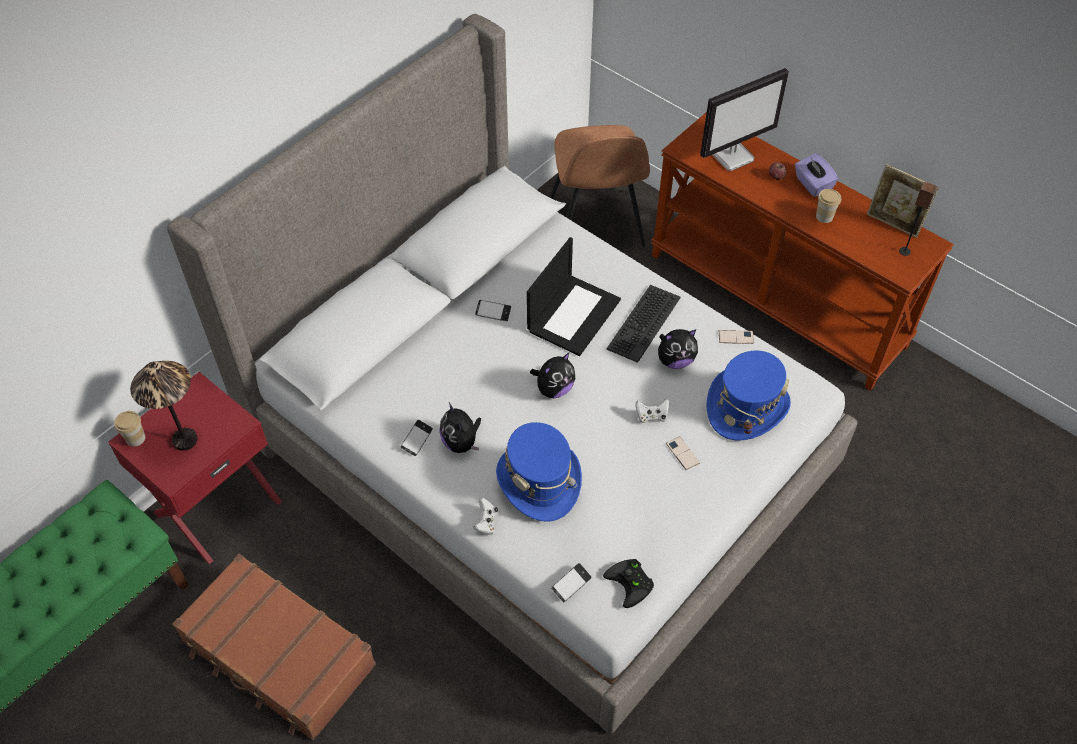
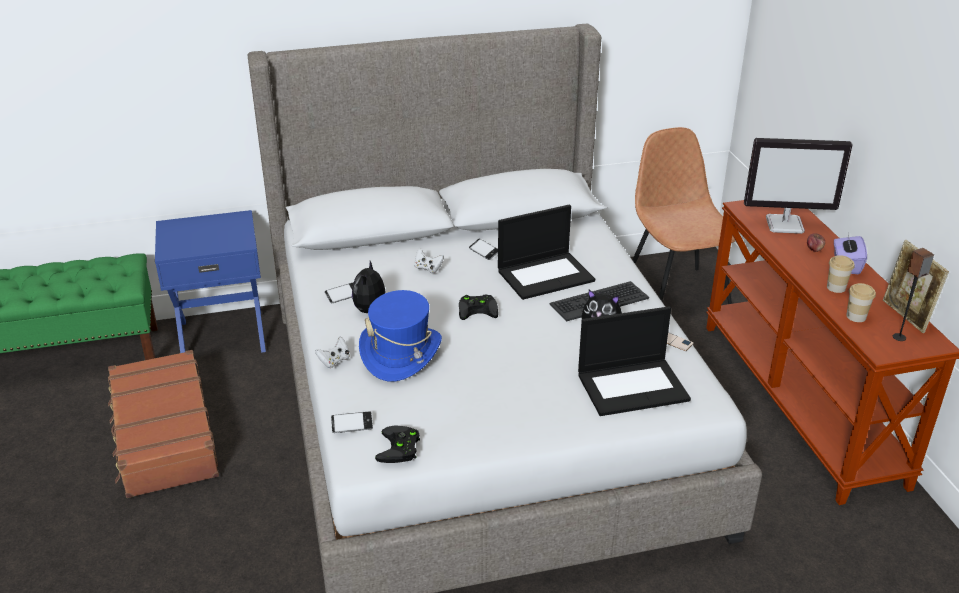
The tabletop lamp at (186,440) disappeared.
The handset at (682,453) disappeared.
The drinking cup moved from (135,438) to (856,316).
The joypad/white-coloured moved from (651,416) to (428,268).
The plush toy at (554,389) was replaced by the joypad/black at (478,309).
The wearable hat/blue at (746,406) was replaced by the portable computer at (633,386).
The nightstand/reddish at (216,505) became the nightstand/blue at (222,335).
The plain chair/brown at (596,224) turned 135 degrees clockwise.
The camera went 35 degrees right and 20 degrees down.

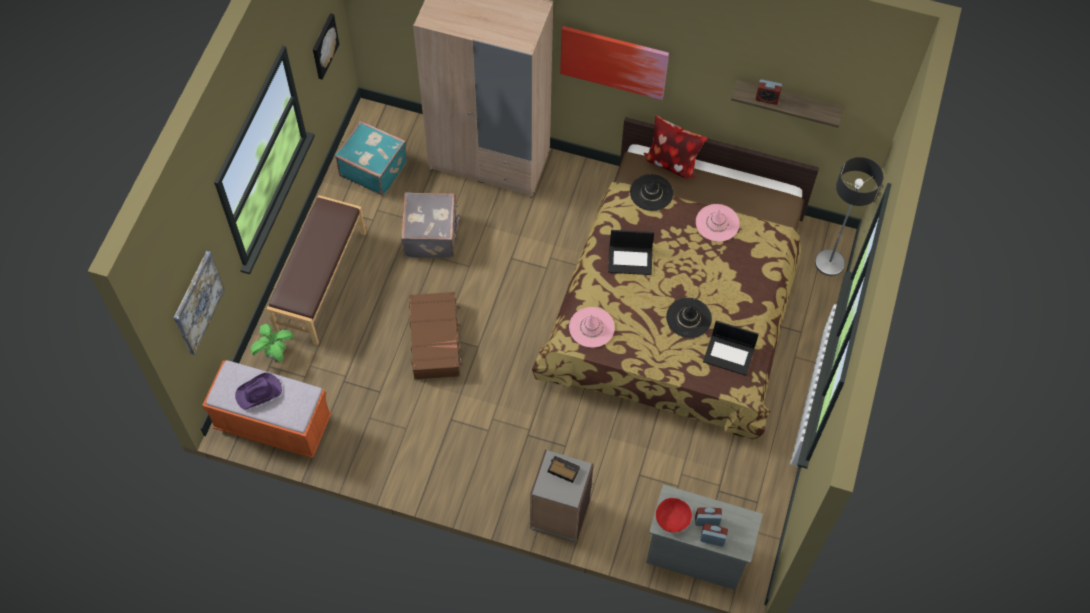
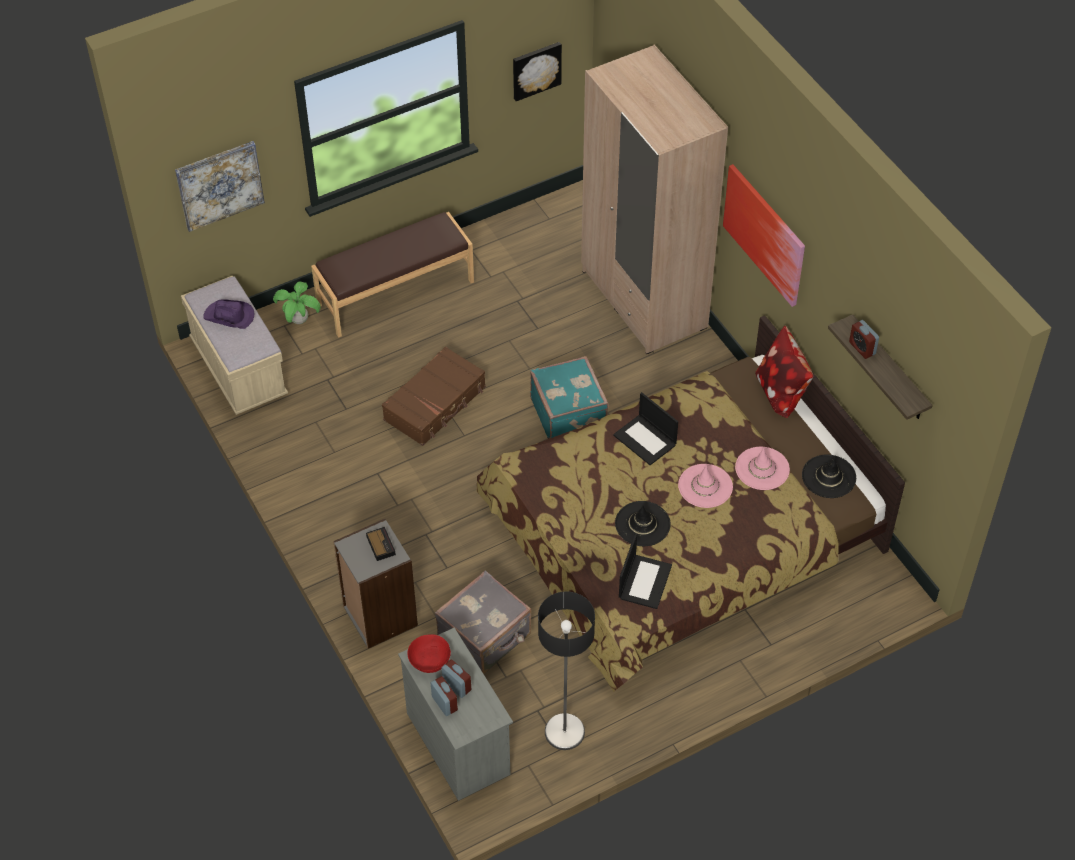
The suitcase/turquoise-coloured moved from (374,168) to (569,414).
The suitcase/greyish moved from (431,235) to (486,638).
The wearable hat/pink moved from (591,327) to (705,486).
The wearable hat/black moved from (651,192) to (828,476).
The floor lamp moved from (829,262) to (564,731).
The long seat/orangey at (273,424) became the long seat/beige-coloured at (239,369).
The portable computer at (729,355) turned 135 degrees counterclockwise.
The camera went 45 degrees right and 10 degrees down.

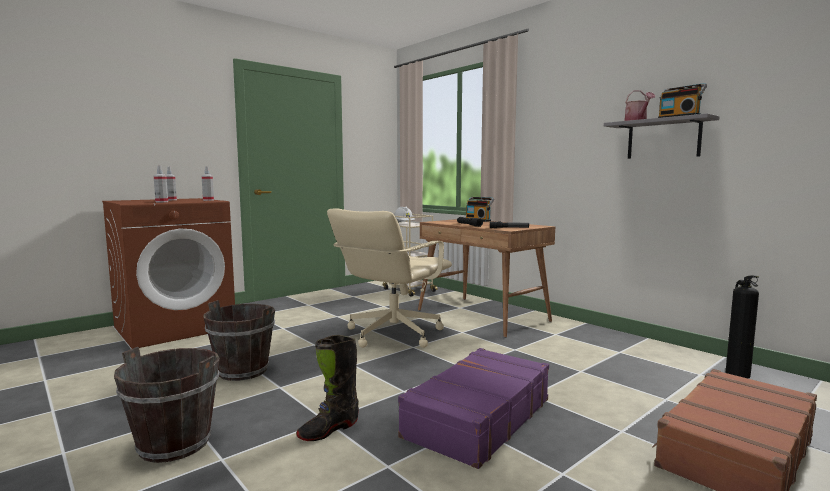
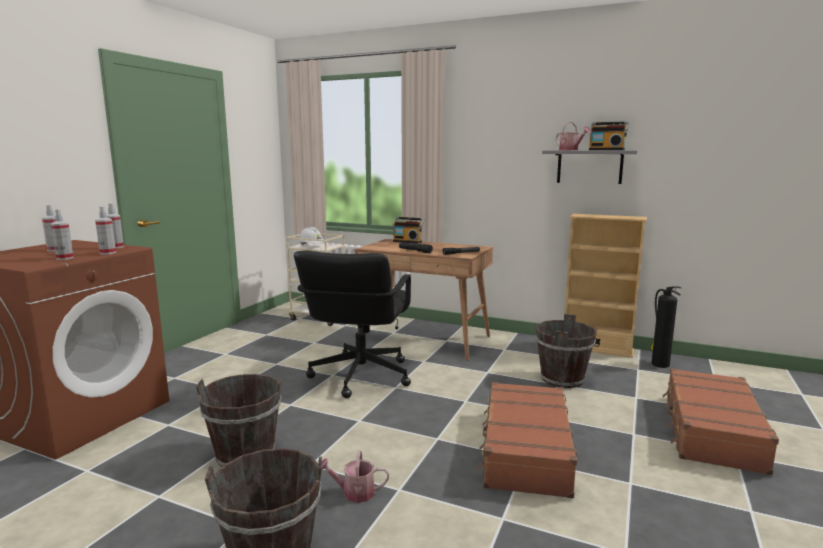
The boot/black at (329,430) disappeared.
The sprayer at (107,253) appeared.
The sprinkling can at (354,492) appeared.
The pail/brown at (562,379) appeared.
The bookcase/beige-coloured at (597,348) appeared.
The desk chair/beige-coloured at (392,334) became the desk chair/black at (360,376).
The suitcase/purple-coloured at (477,418) became the suitcase/brown at (525,450).
The camera went 25 degrees left and 5 degrees up.

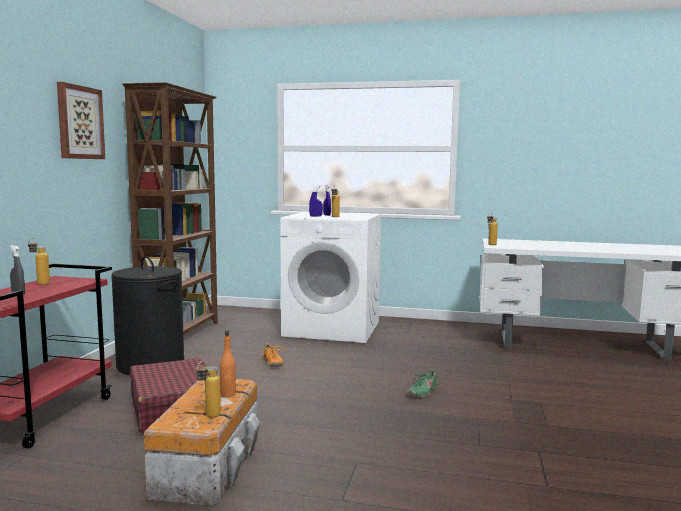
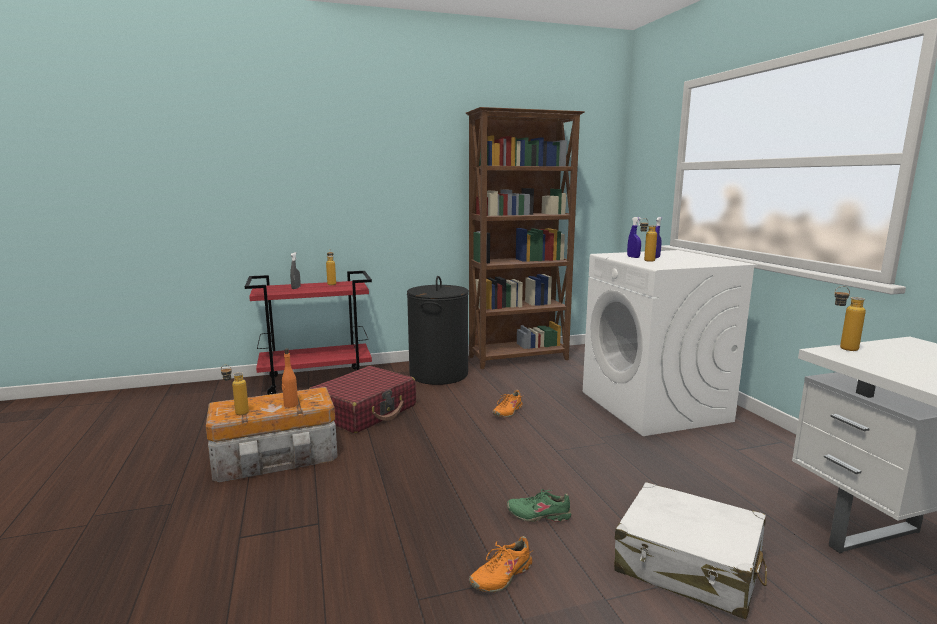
The picture at (79,122) disappeared.
The low shoe/orangey at (501,575) appeared.
The suitcase/white-coloured at (688,565) appeared.
The camera went 60 degrees right and 5 degrees up.

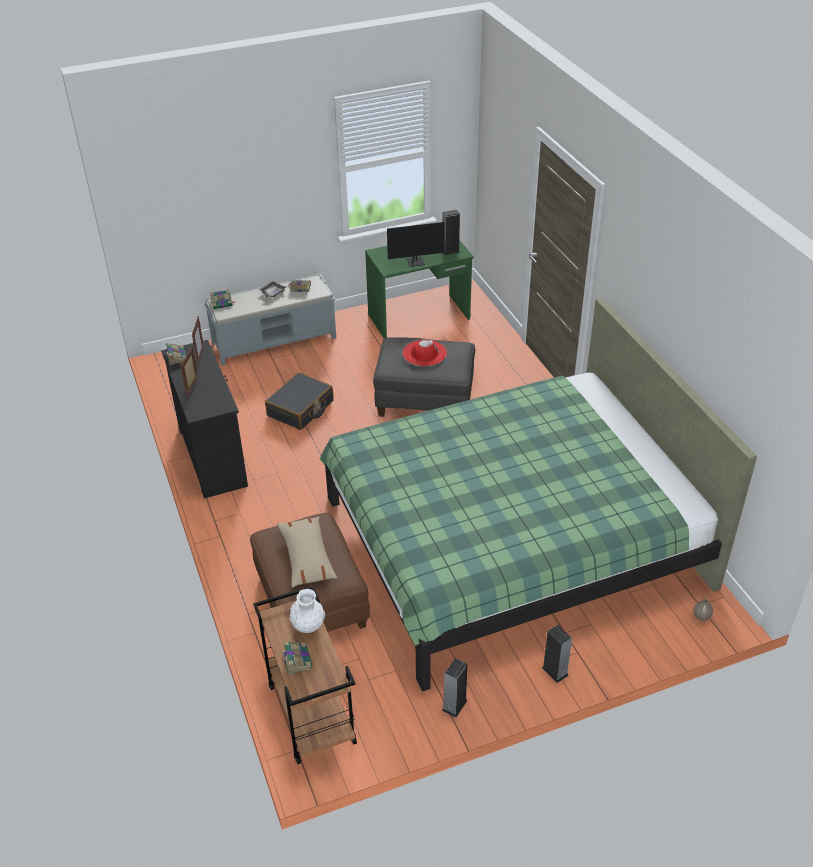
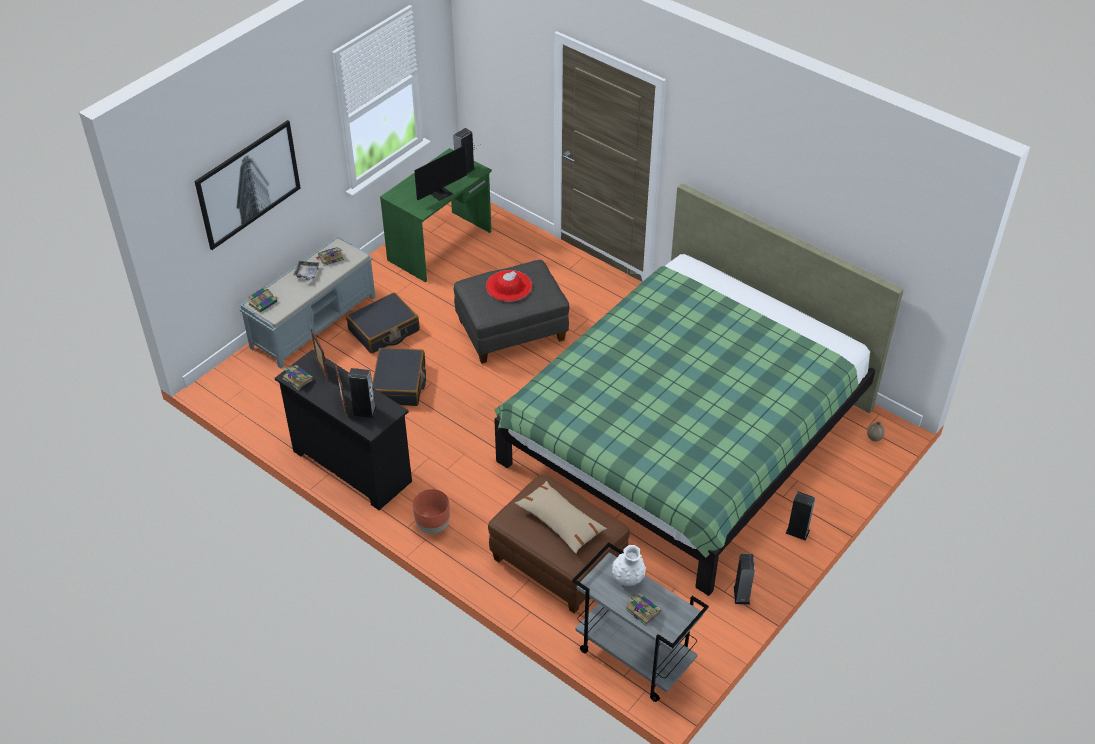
The picture at (247,183) appeared.
The suitcase/black at (384,331) appeared.
The audio speaker at (364,411) appeared.
The plant pot/brown at (432,525) appeared.
The wheeled cart/brown at (310,714) became the wheeled cart/greyish at (633,657).
The camera went 30 degrees left and 5 degrees up.

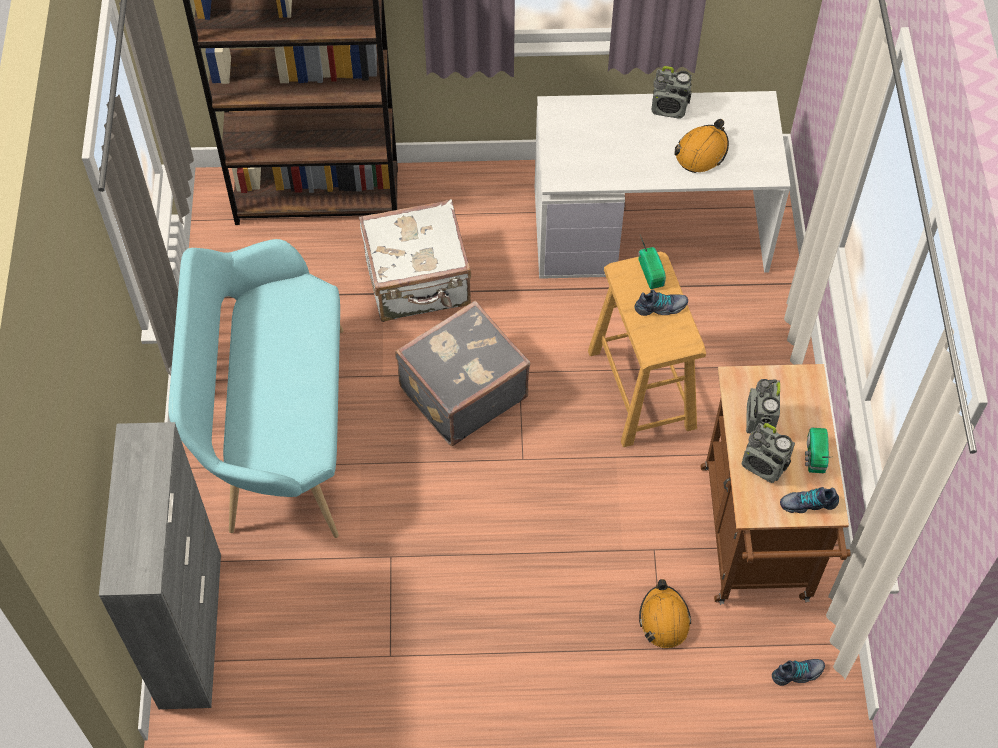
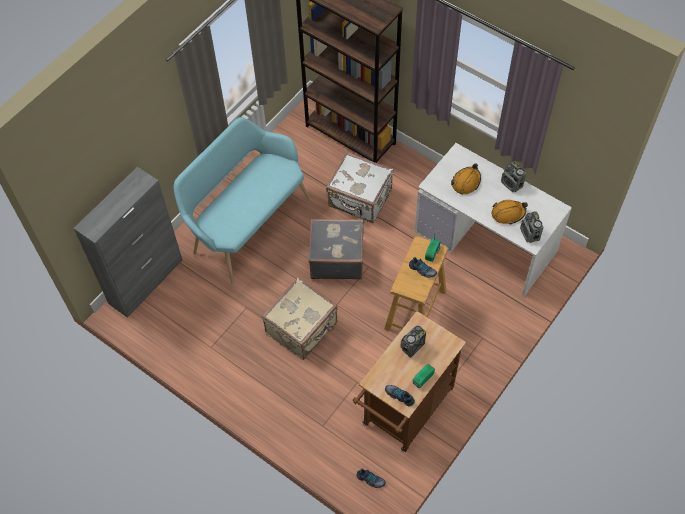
The suitcase/beige-coloured at (302,329) appeared.
The safety helmet/orangey moved from (664,619) to (466,182).
The radio moved from (764,466) to (529,234).
The camera went 40 degrees right and 0 degrees up.

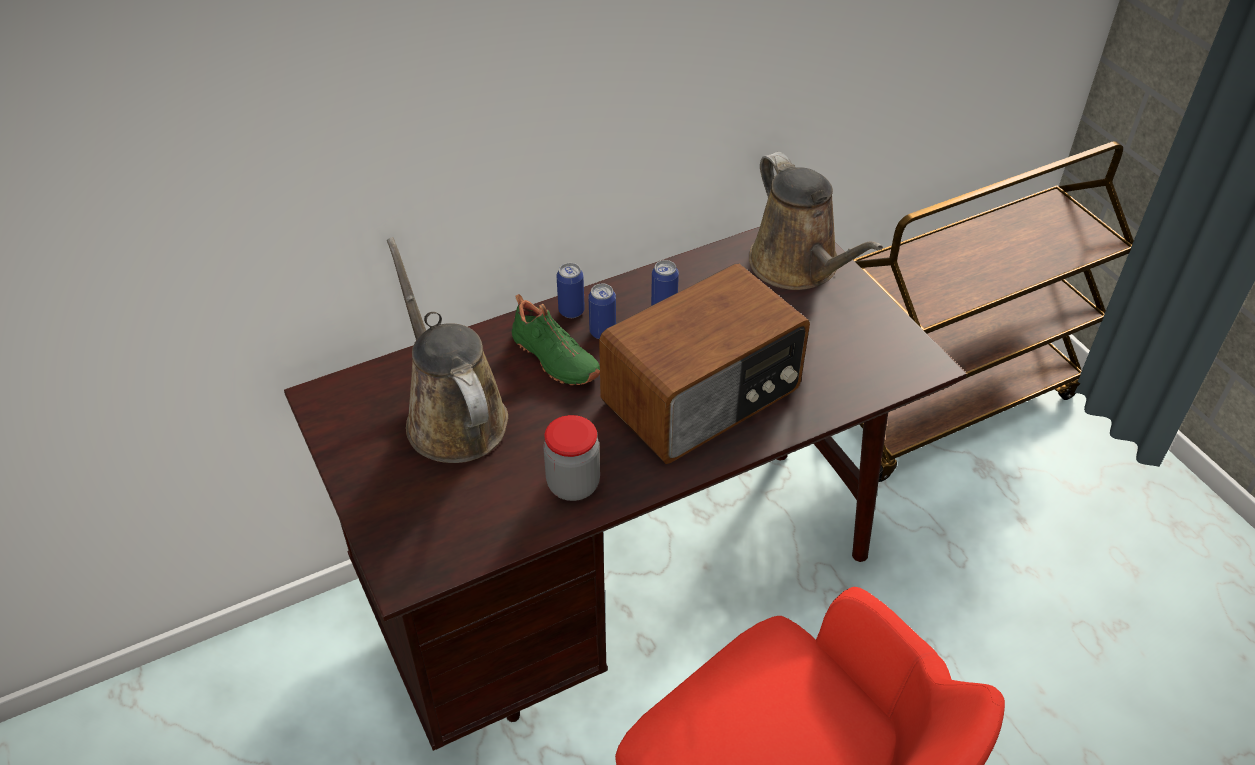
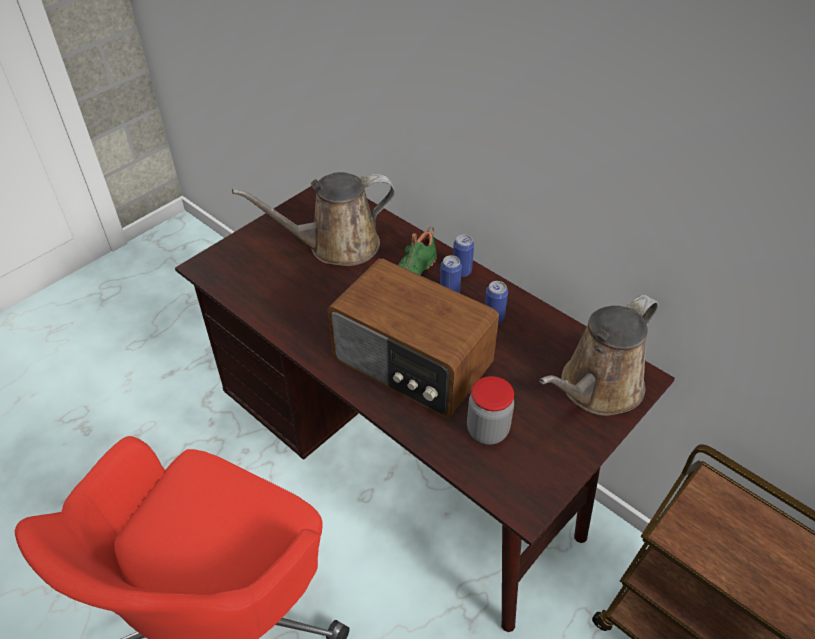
The storage jar moved from (573,484) to (487,430).
The sprinkling can/brown at (452,415) turned 150 degrees counterclockwise.
The camera went 70 degrees right and 0 degrees up.

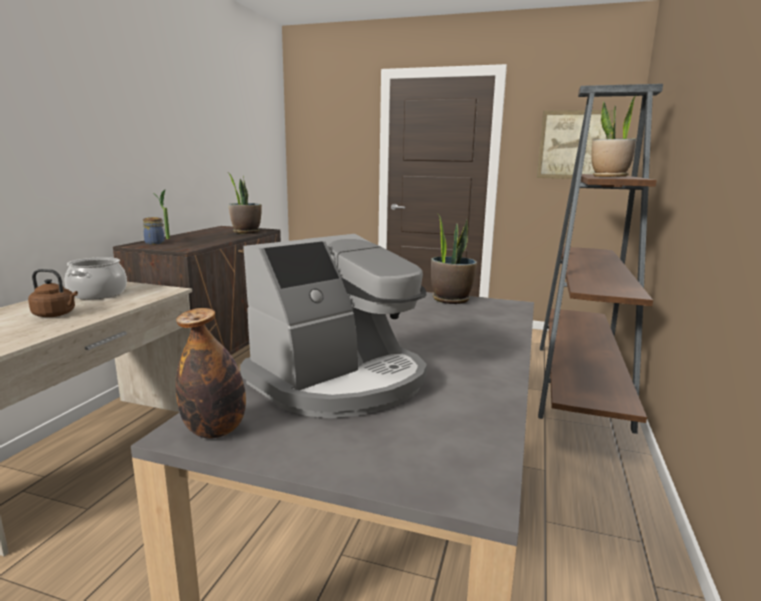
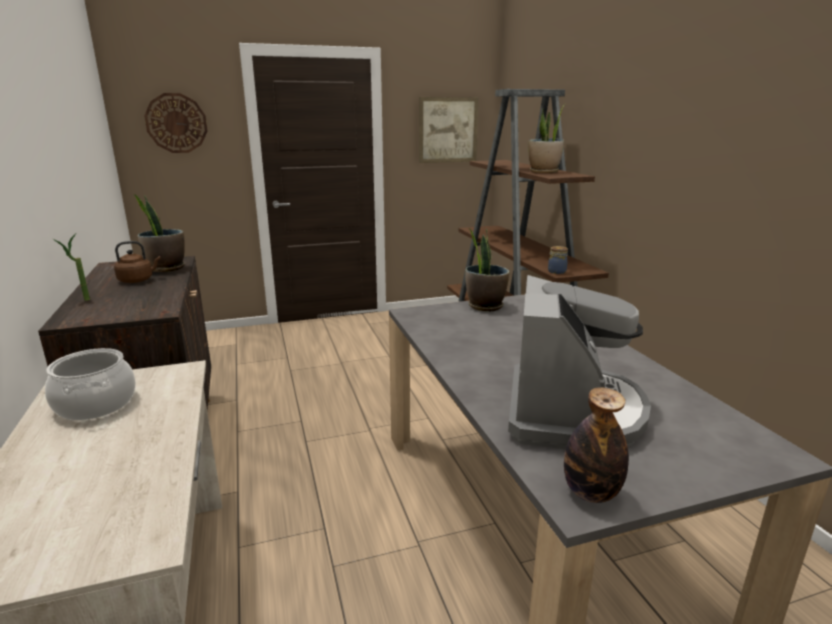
The clock on the wall at (176,123) appeared.
The kettle/brown moved from (56,314) to (138,280).
The storage jar moved from (155,243) to (556,271).
The camera went 35 degrees left and 5 degrees up.

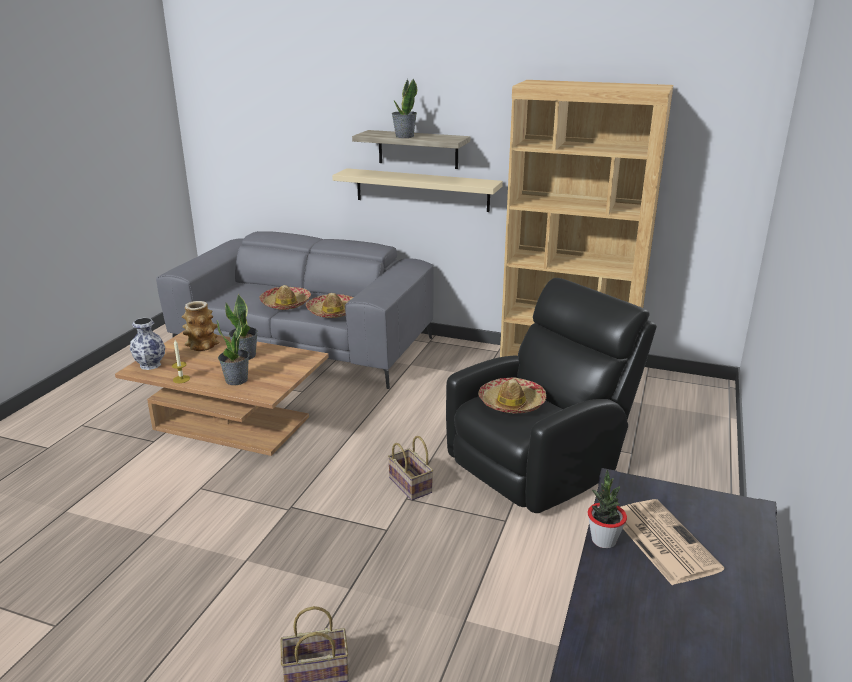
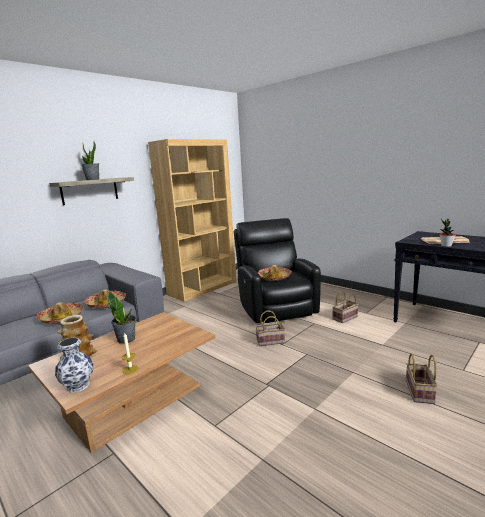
The potted plant at (237,380) disappeared.
The shelf/beige-coloured at (422,190) disappeared.
The household basket at (345,318) appeared.
The camera went 65 degrees left and 10 degrees down.

